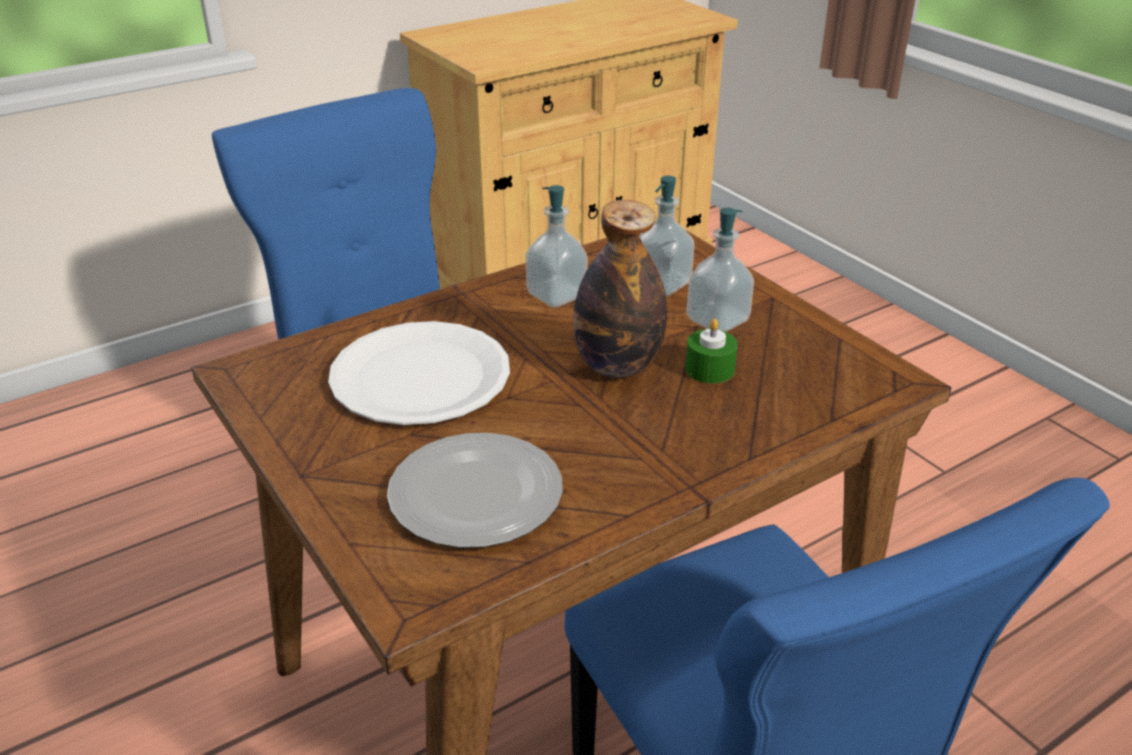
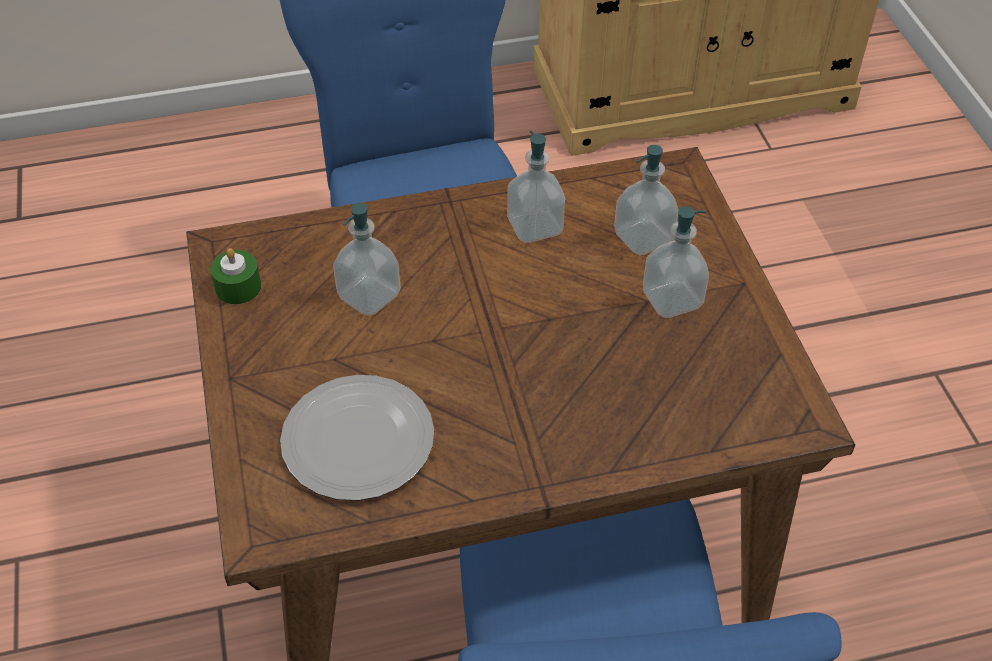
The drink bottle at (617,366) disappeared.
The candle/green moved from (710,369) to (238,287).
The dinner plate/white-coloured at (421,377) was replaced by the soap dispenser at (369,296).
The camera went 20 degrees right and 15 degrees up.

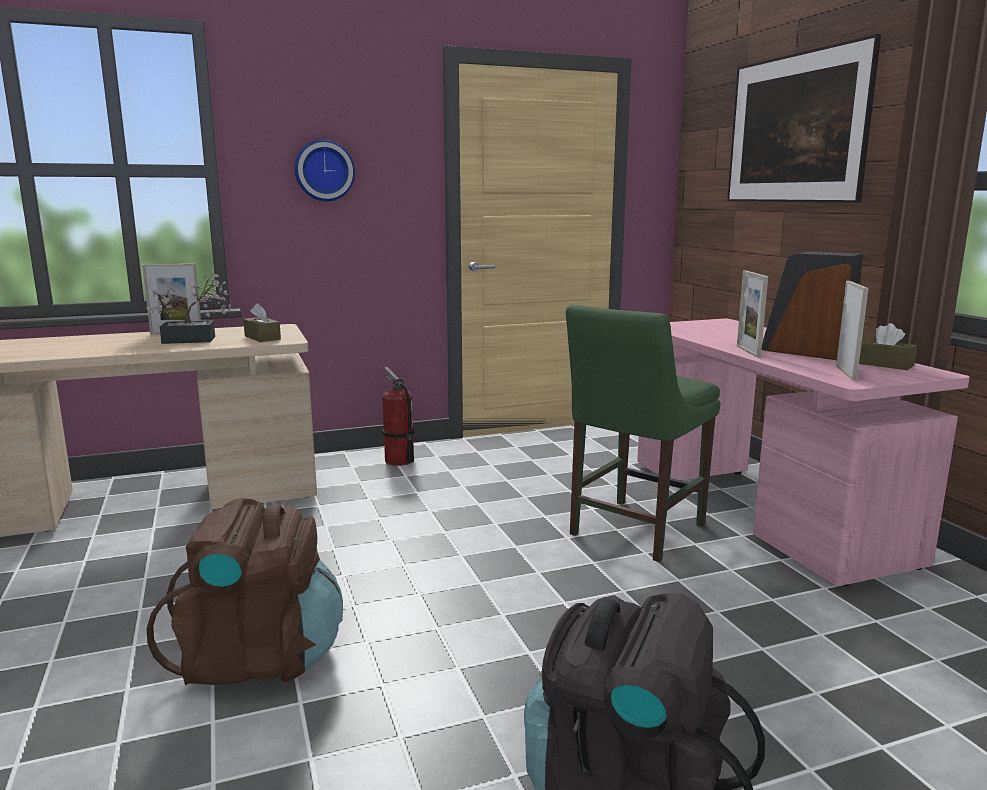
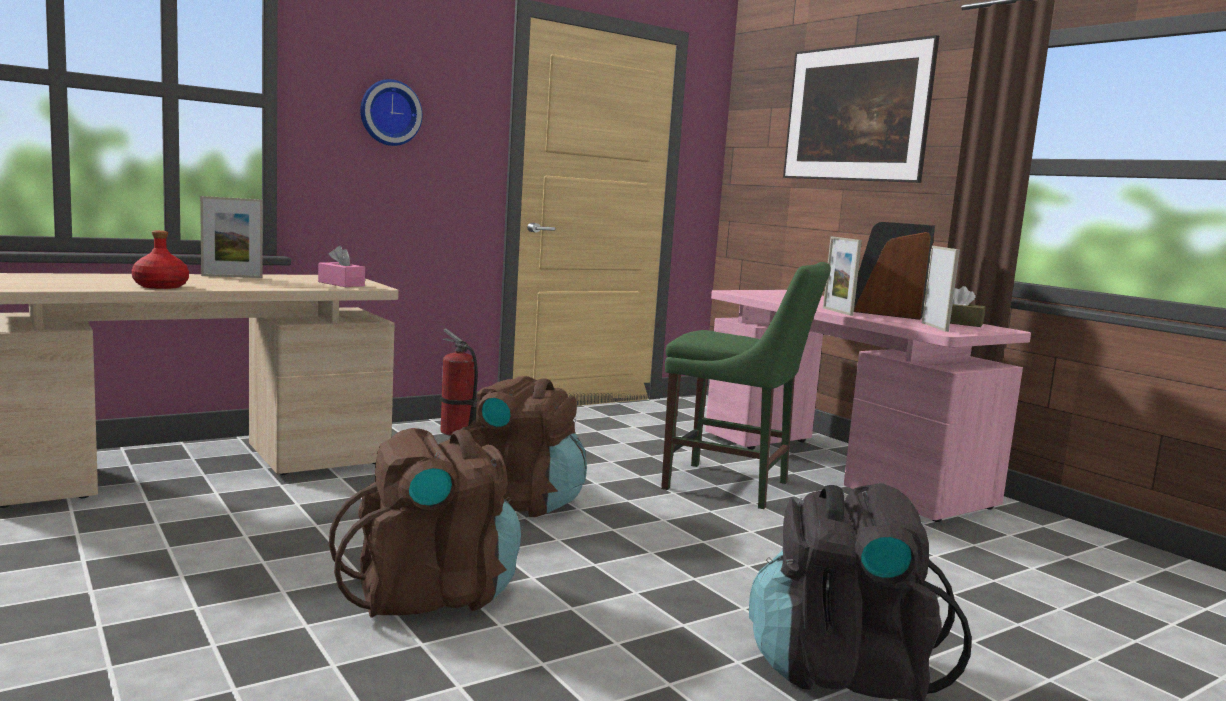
The potted plant at (195,340) disappeared.
The drink bottle/reddish at (161,286) appeared.
The knapsack/brown at (517,502) appeared.
The tissue box/brown at (262,338) became the tissue box/pink at (341,284).
The plain chair/green at (633,531) turned 90 degrees counterclockwise.
The camera went 15 degrees left and 5 degrees down.

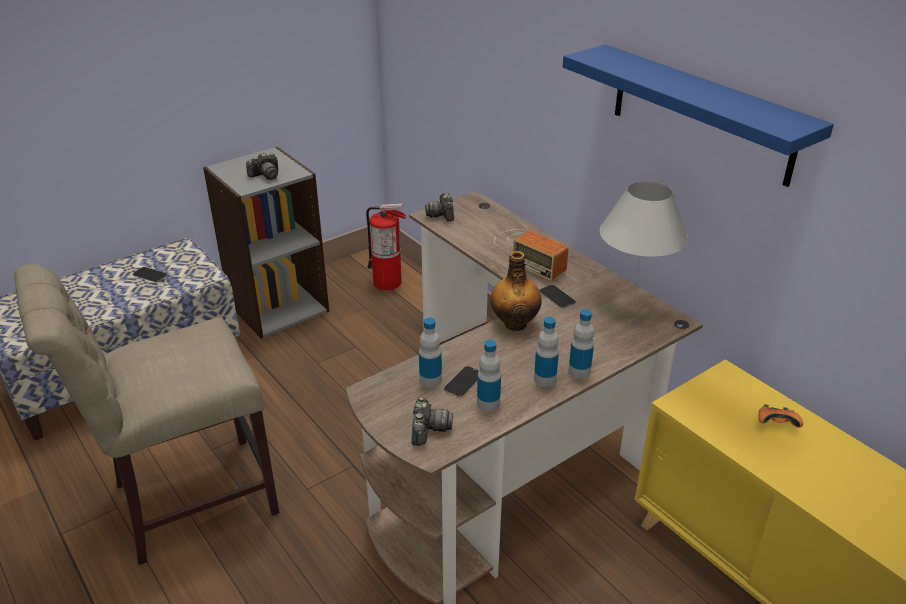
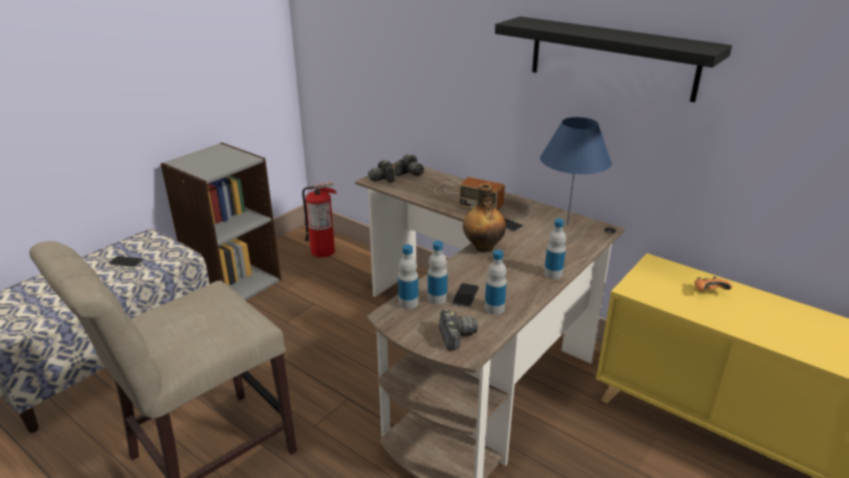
The photo camera moved from (265,175) to (409,173).
The drink bottle moved from (545,379) to (408,303).
The shelf/blue at (701,114) became the shelf/black at (612,58).
The tabletop lamp/white-coloured at (632,308) became the tabletop lamp/blue at (567,224).
The camera went 15 degrees left and 5 degrees down.

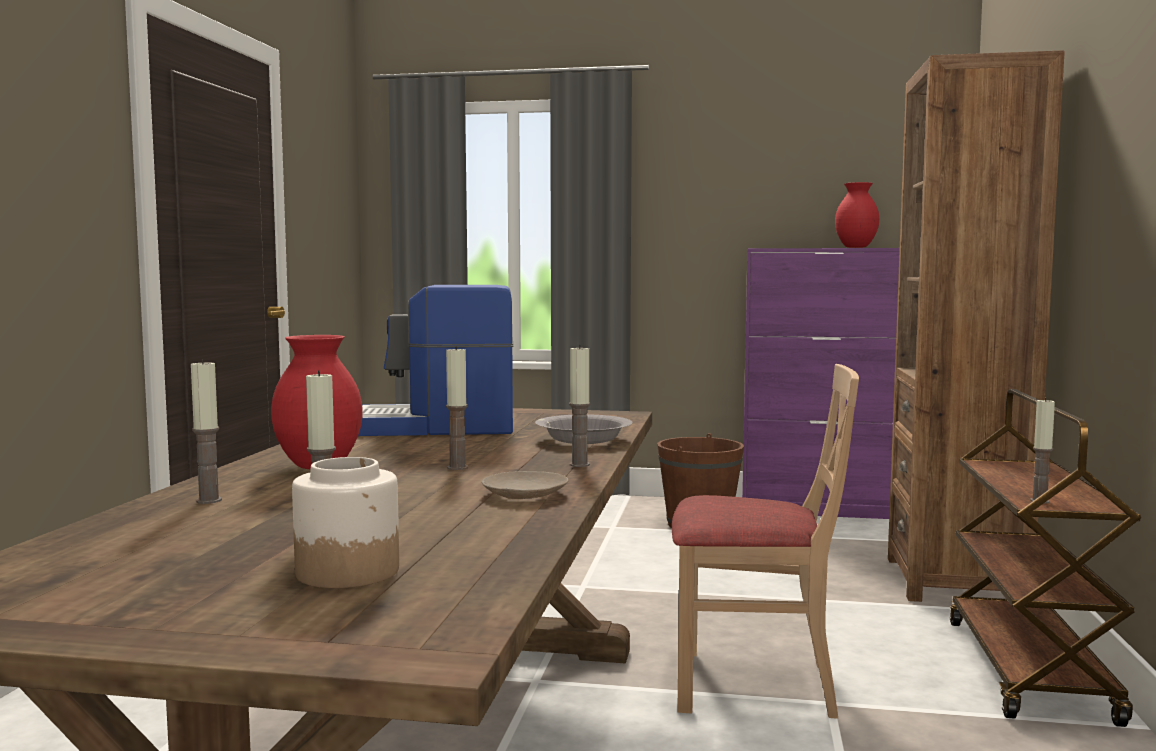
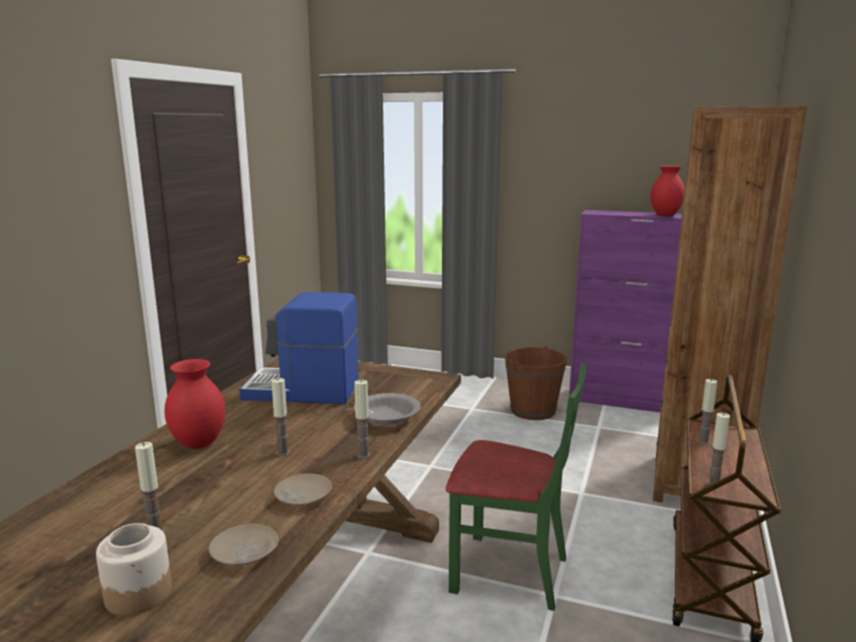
The dinner plate/beige-coloured at (245,552) appeared.
The candle moved from (209,500) to (703,442).
The plain chair/beige-coloured at (754,684) became the plain chair/green at (509,572).
The camera went 10 degrees right and 10 degrees up.

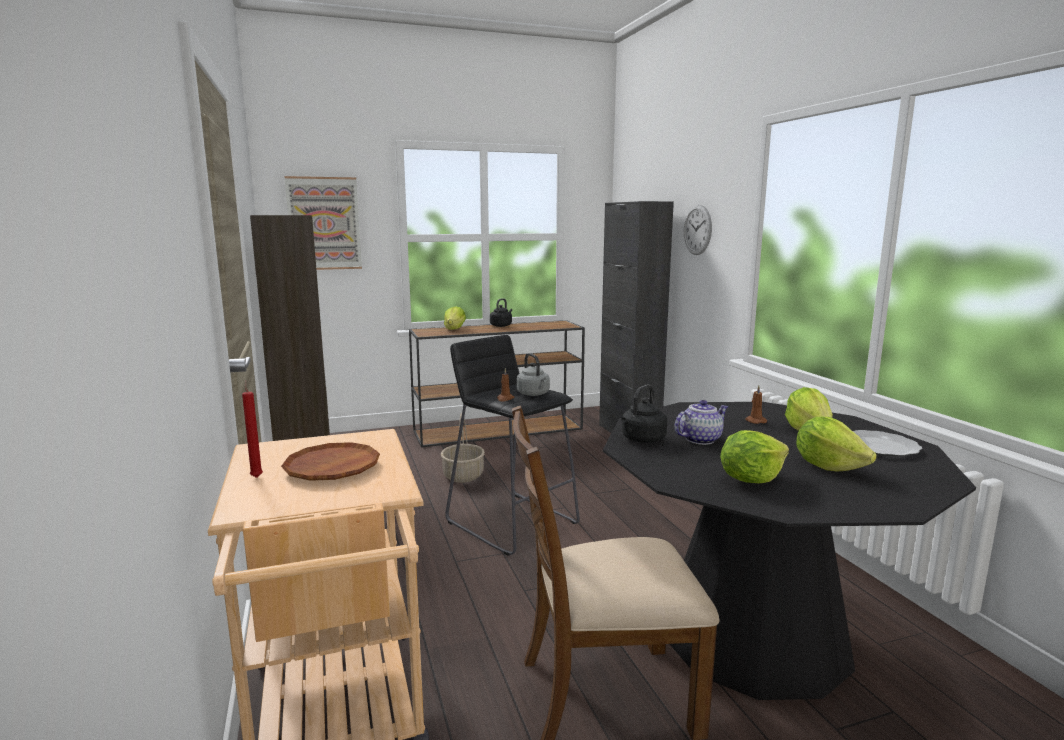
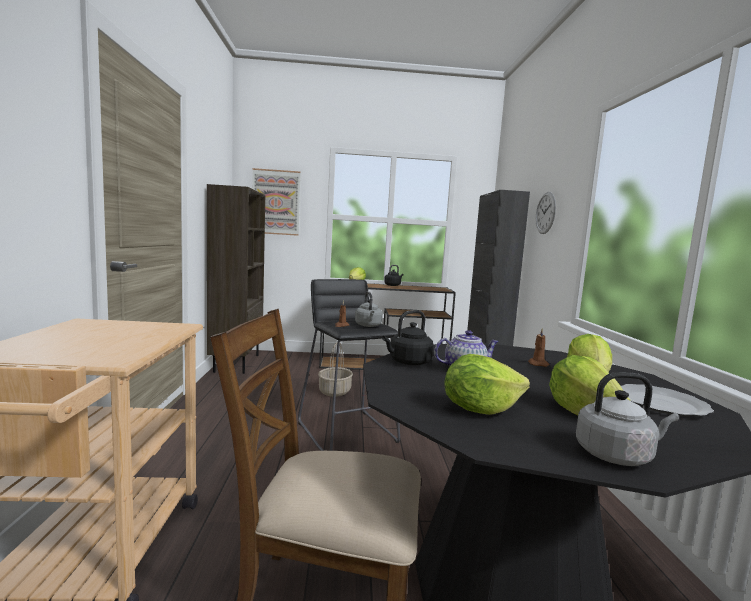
The candle/reddish at (256,477) disappeared.
The dinner plate/brown at (332,468) disappeared.
The kettle/greyish at (616,455) appeared.
The camera went 15 degrees right and 5 degrees down.

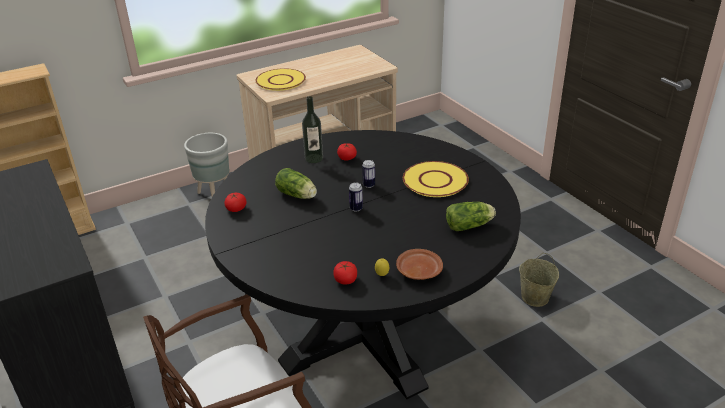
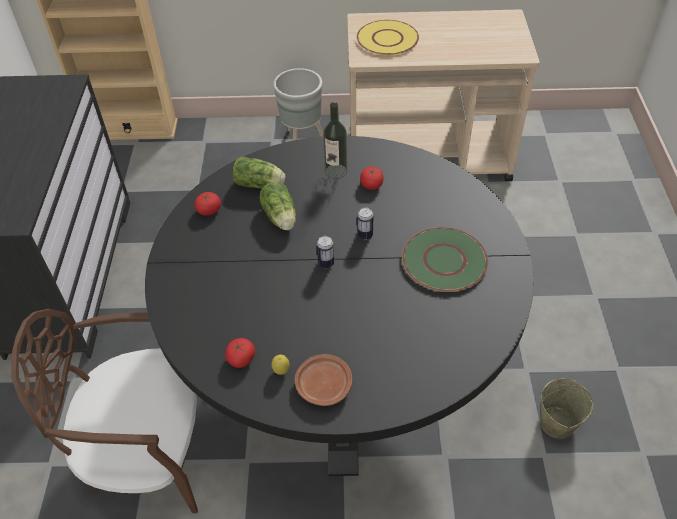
The head of lettuce moved from (470,225) to (260,184).
The dinner plate/yellowish at (435,180) became the dinner plate/green at (443,261).
The camera went 30 degrees right and 15 degrees up.

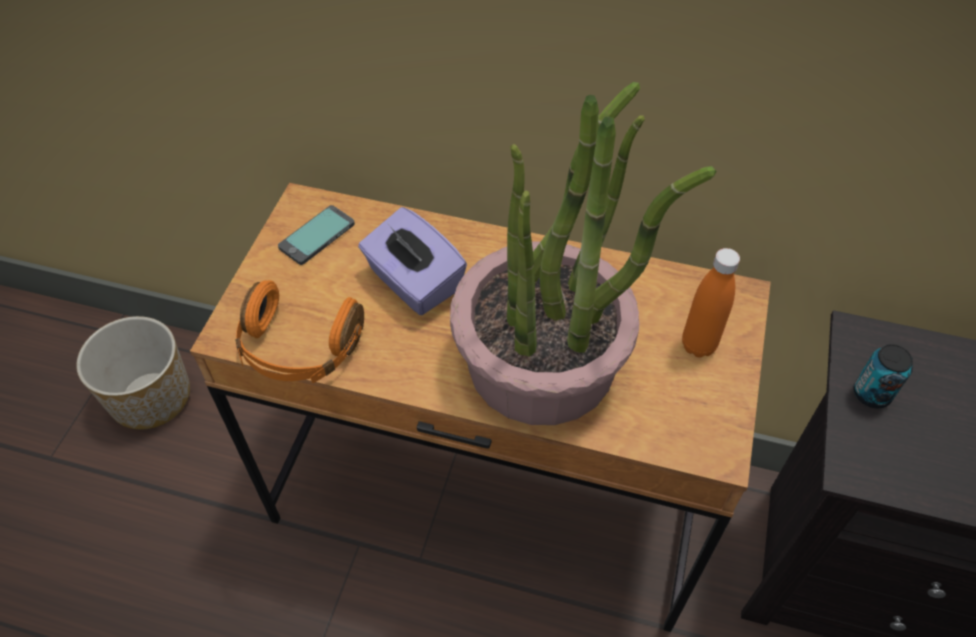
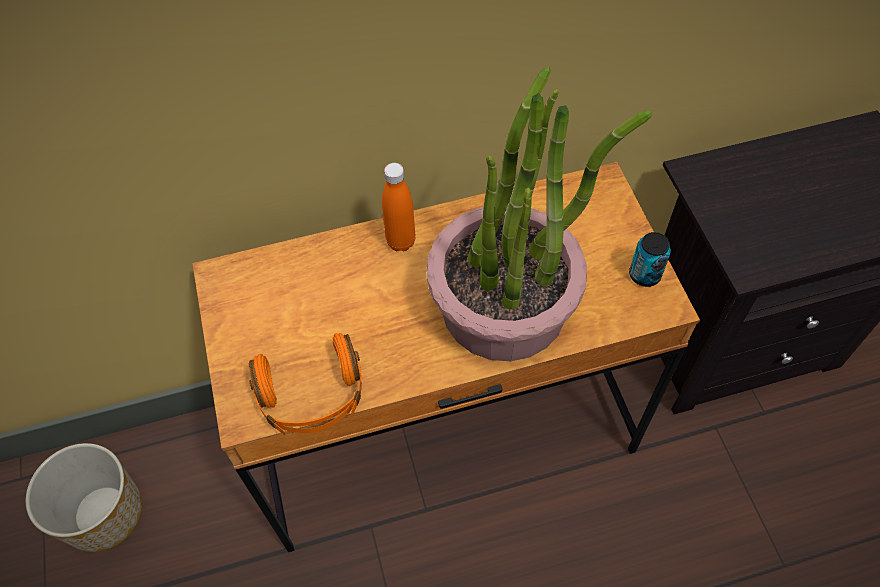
The handset at (317,236) disappeared.
The tissue box/purple-coloured at (414,283) disappeared.
The drink bottle/orangey moved from (698,345) to (401,241).
The metal can moved from (871,394) to (644,275).
The camera went 30 degrees left and 5 degrees up.

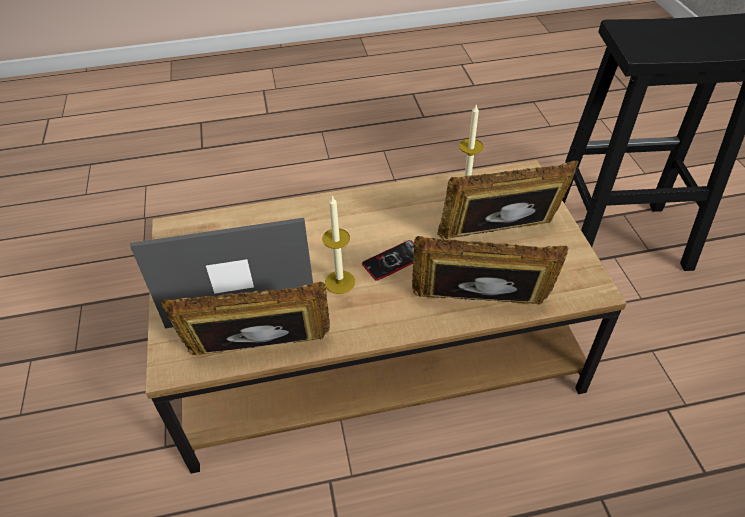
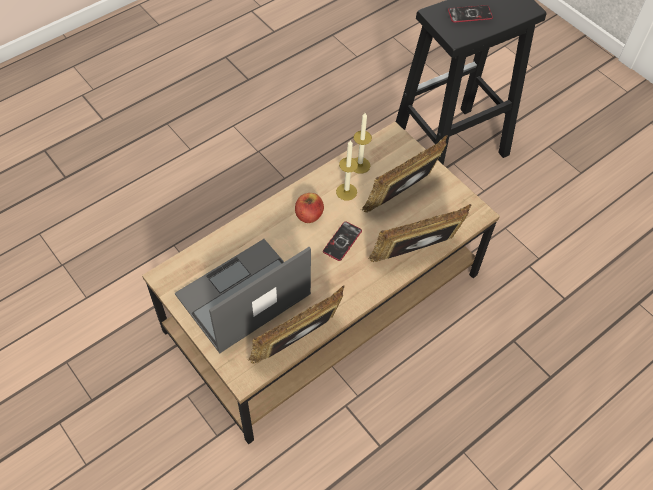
The apple fruit at (309,215) appeared.
The handset at (470,14) appeared.
The candle moved from (340,282) to (346,192).
The camera went 30 degrees left and 10 degrees up.

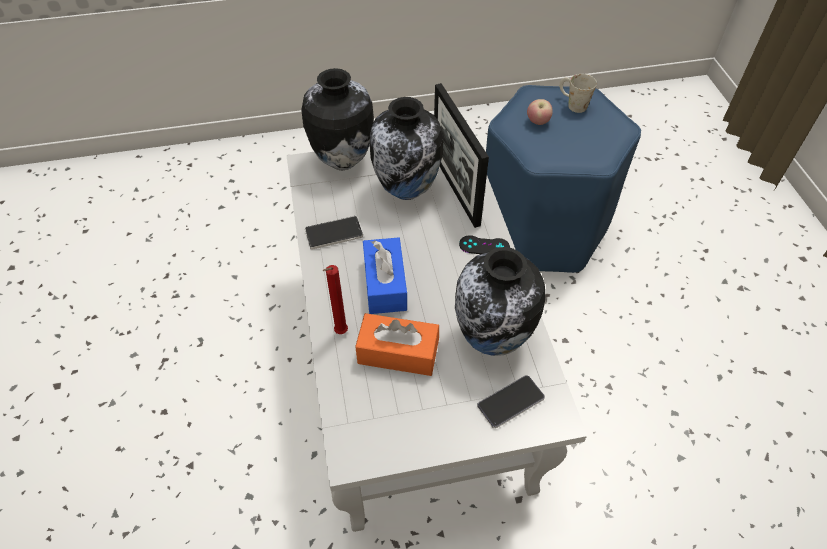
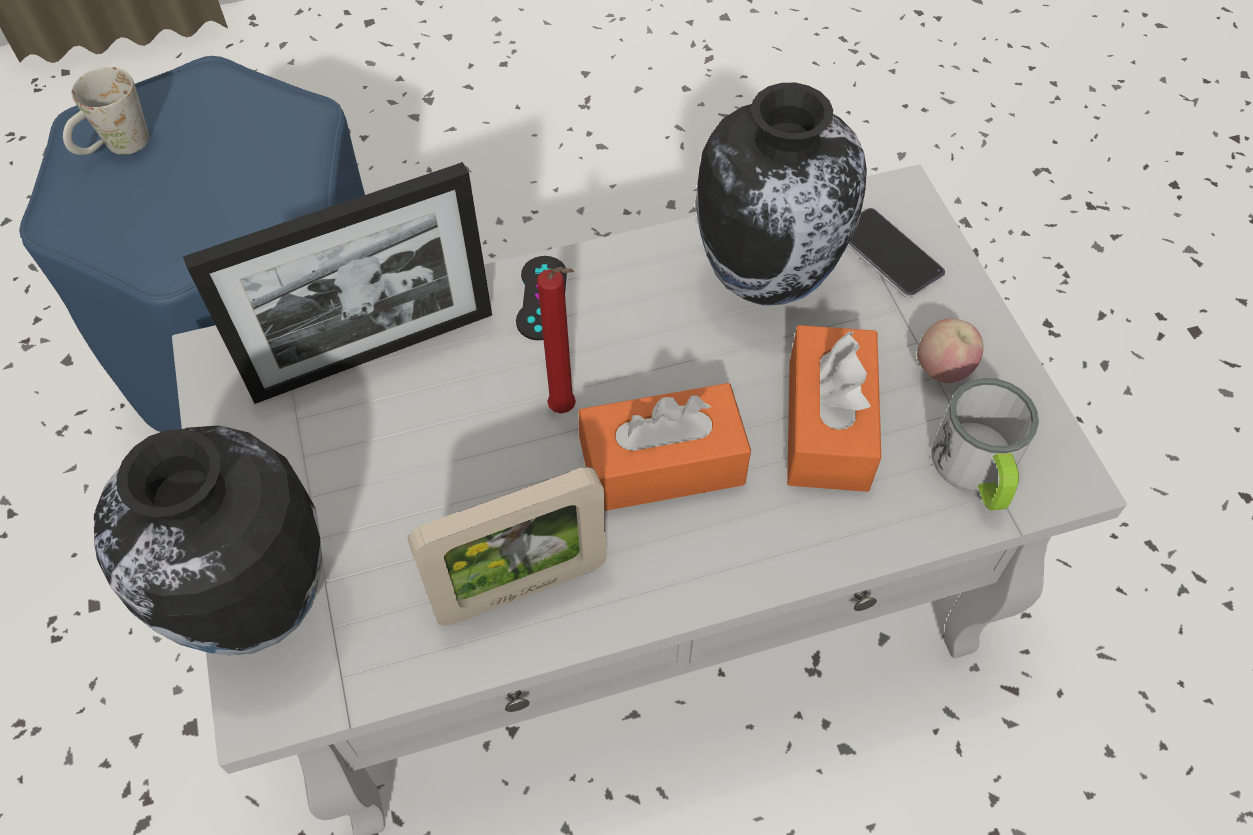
The decorative vase at (407,190) disappeared.
The coffee mug at (976,472) appeared.
The candle/reddish moved from (339,333) to (566,410).
The apple fruit moved from (537,122) to (942,370).
The handset at (334,234) was replaced by the photo frame at (521,589).
The tissue box/blue at (385,284) became the tissue box/orangey at (662,464).
The camera went 95 degrees left and 5 degrees up.

